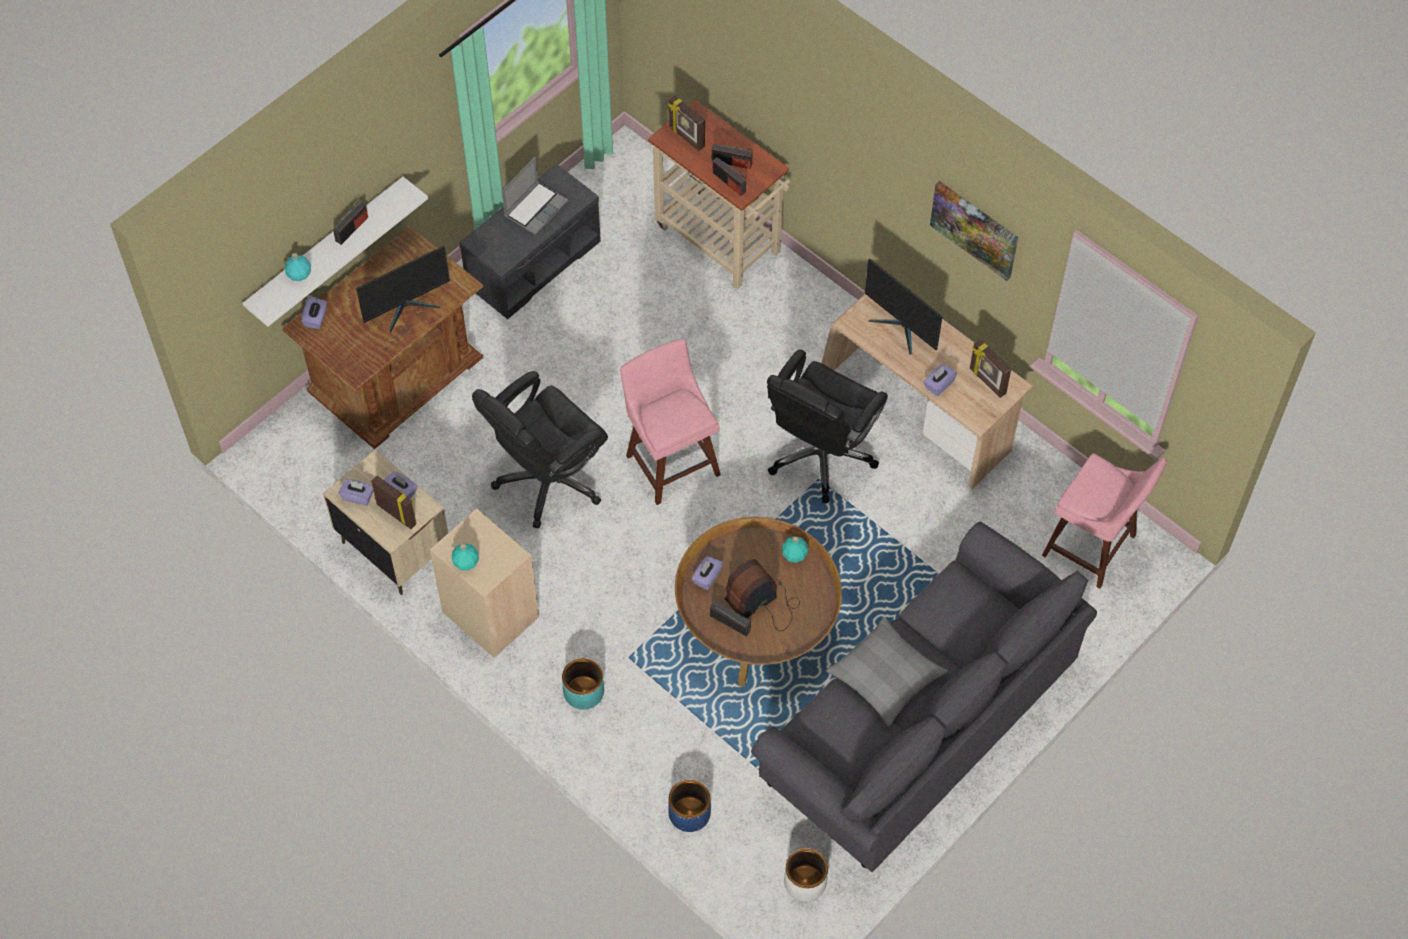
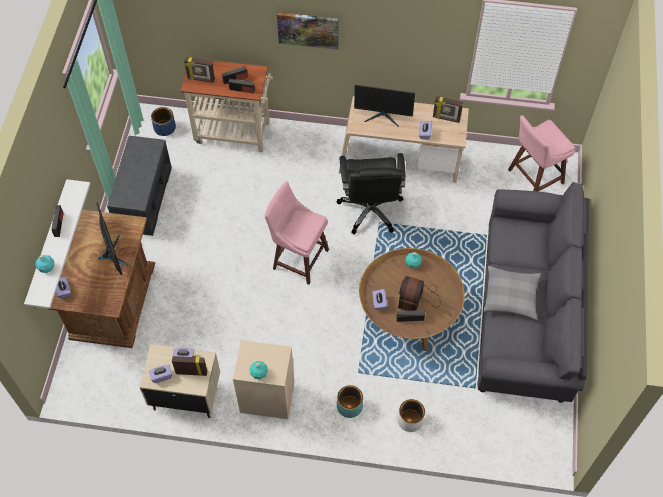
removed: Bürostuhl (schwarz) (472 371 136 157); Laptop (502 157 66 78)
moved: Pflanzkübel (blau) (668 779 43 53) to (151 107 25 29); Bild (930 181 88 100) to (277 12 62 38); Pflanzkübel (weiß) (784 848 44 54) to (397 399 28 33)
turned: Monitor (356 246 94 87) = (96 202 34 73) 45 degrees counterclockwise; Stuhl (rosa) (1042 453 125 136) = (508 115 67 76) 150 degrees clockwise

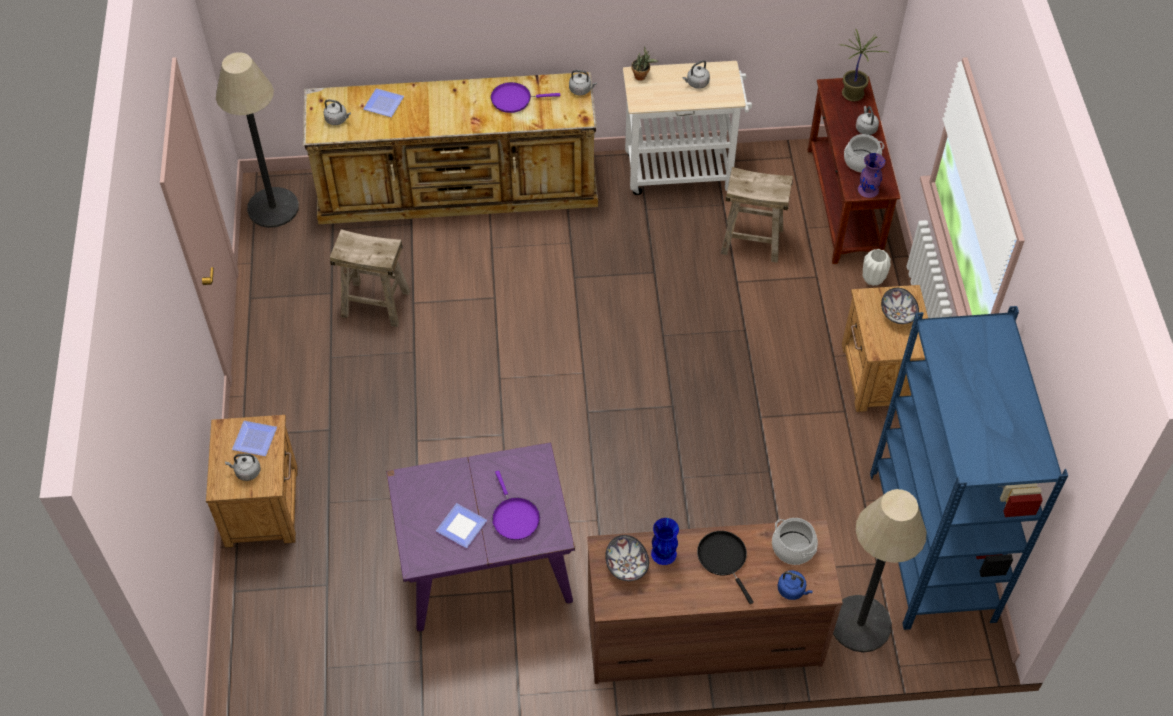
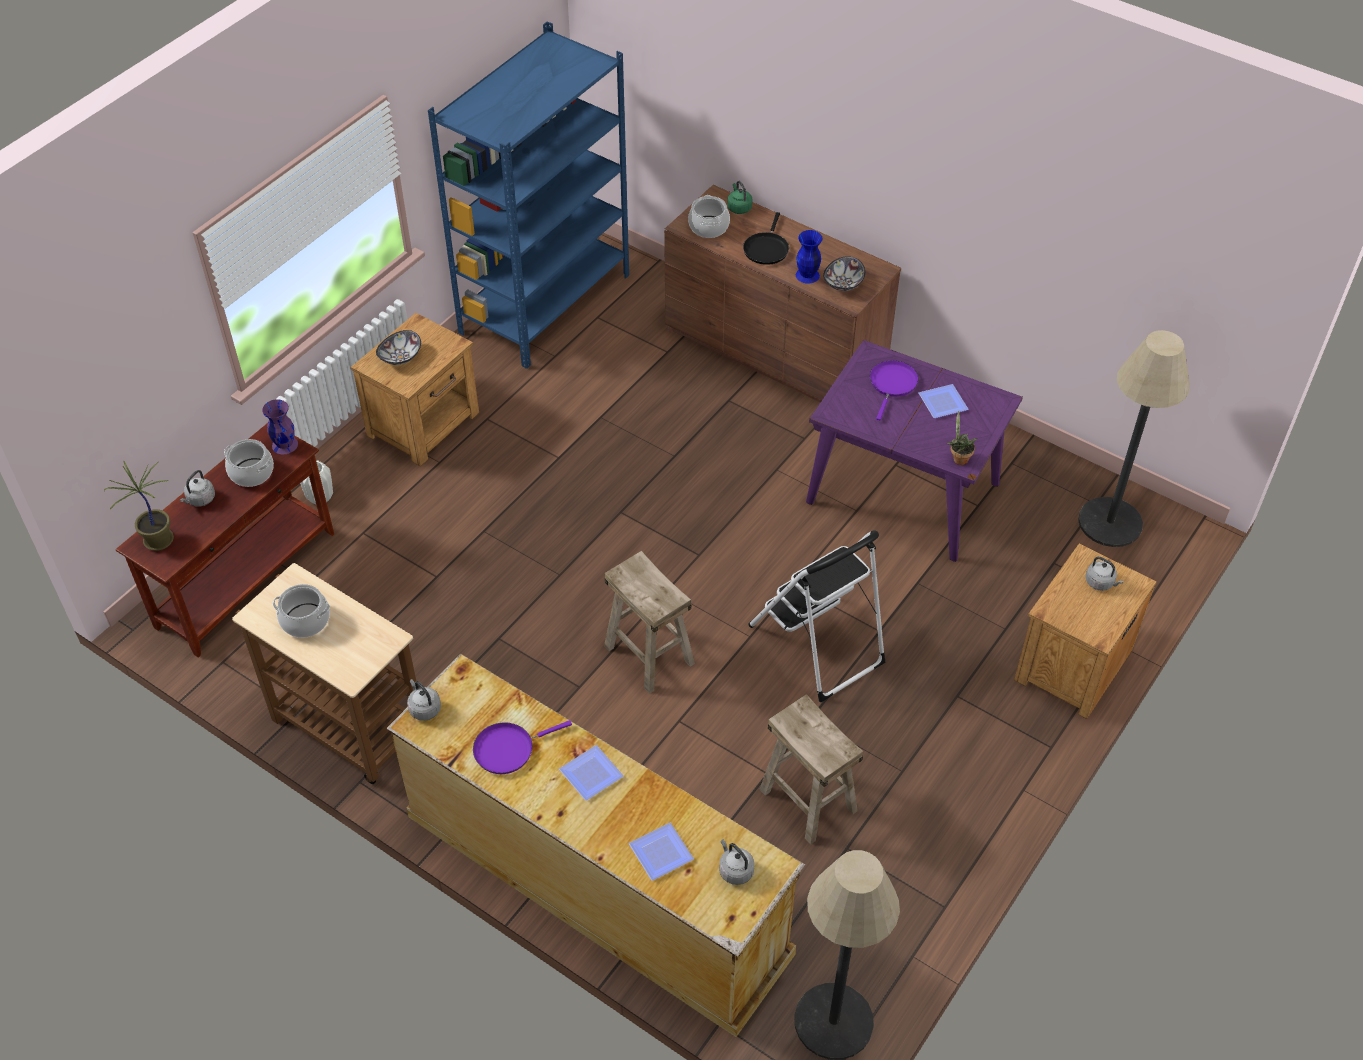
added: Trittleiter (748 530 137 172)
moved: Teller (232 421 45 35) to (559 745 64 56); Hocker (beige) (721 167 72 96) to (604 551 91 143); Topfpflanze (631 46 28 35) to (947 410 30 55); Stehlampe (833 489 94 163) to (1078 330 112 217)
replaced: Wasserkessel (grau) (683 60 27 29) to Kochtopf (273 584 57 54)
recoloured: Rollwagen (weiß) (623 61 129 134) to Rollwagen (braun) (232 563 184 221); Wasserkessel (blau) (778 571 35 29) to Wasserkessel (grün) (727 181 25 33)
turned: Pfanne (lila) (491 82 69 31) = (473 720 99 54) 120 degrees clockwise

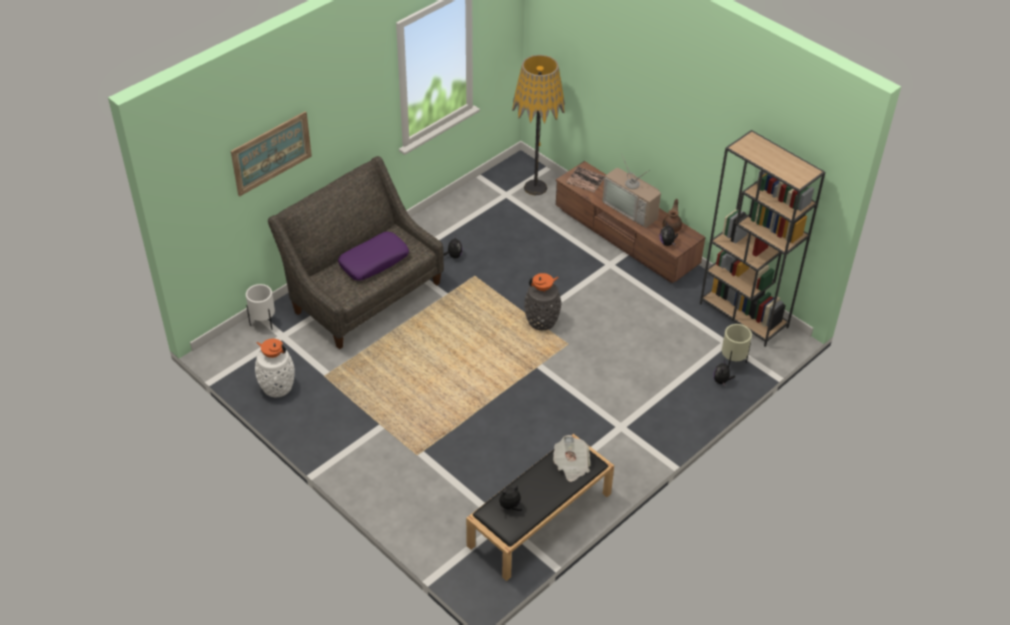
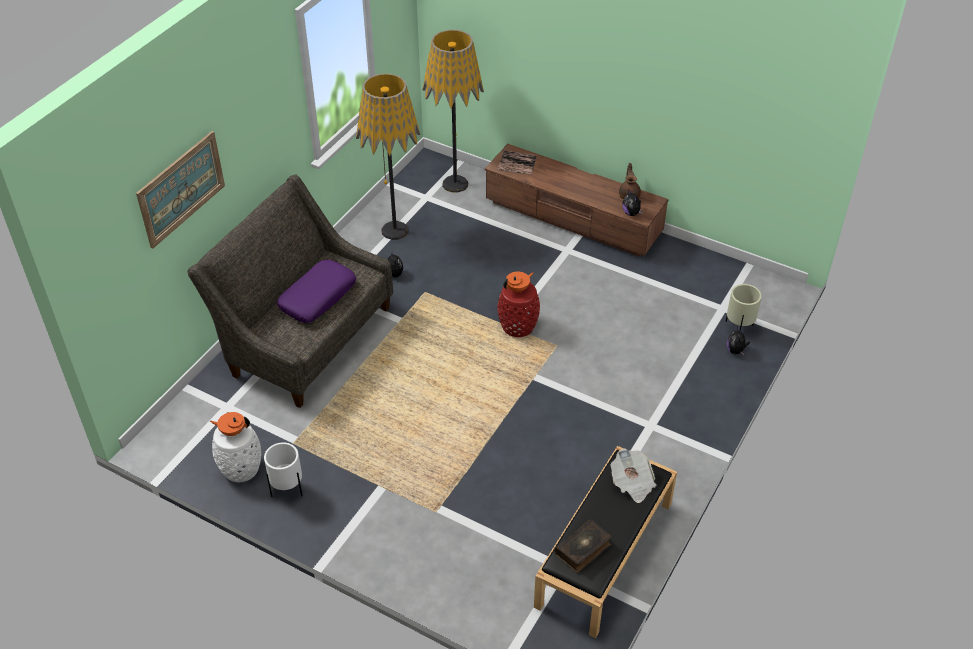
removed: Fernseher (602 153 59 75); Bücherregal (700 130 125 217)
added: Stehlampe (356 73 64 167)
moved: Pflanzkübel (weiß) (246 284 29 46) to (264 442 39 55)
replaced: Plüschtier (499 486 23 25) to Buch (554 520 58 53)
recoloured: Hocker (grau) (524 283 37 47) to Hocker (rot) (498 283 42 54)

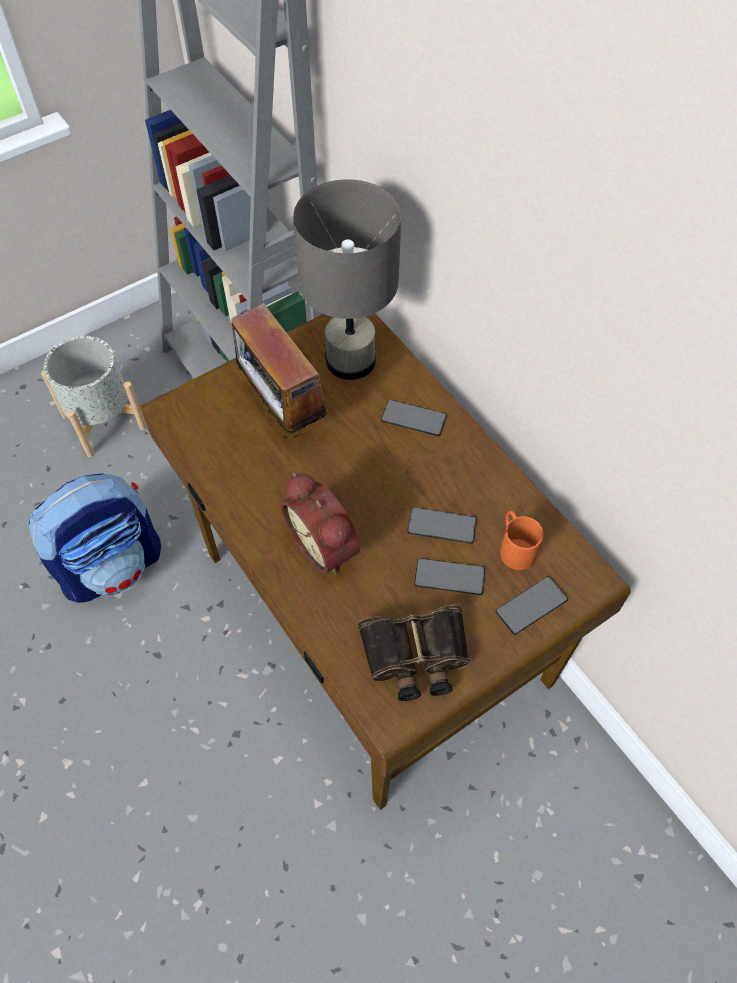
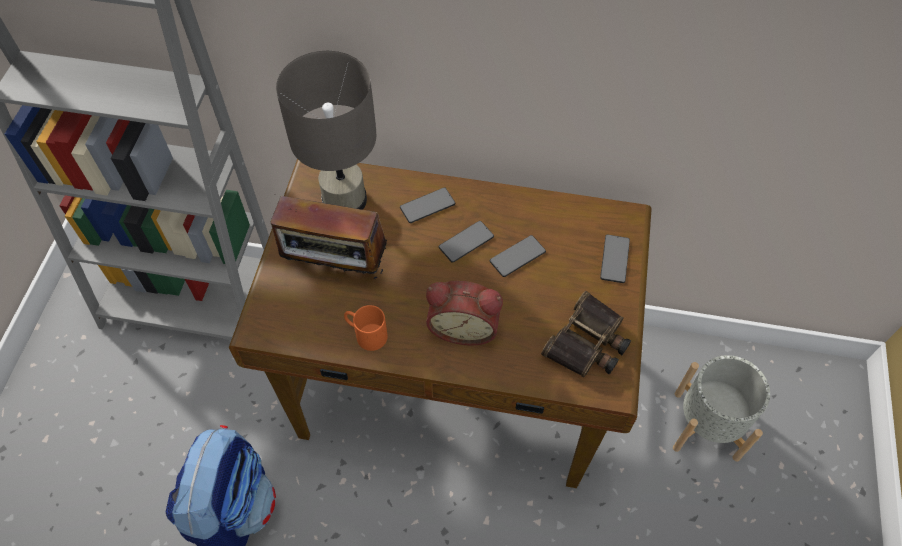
moved: Henkelbecher (orange) (500 510 44 60) to (344 305 44 46); Handy (414 558 71 37) to (439 221 55 42); Pflanzkübel (grau) (41 336 106 121) to (673 355 97 106)

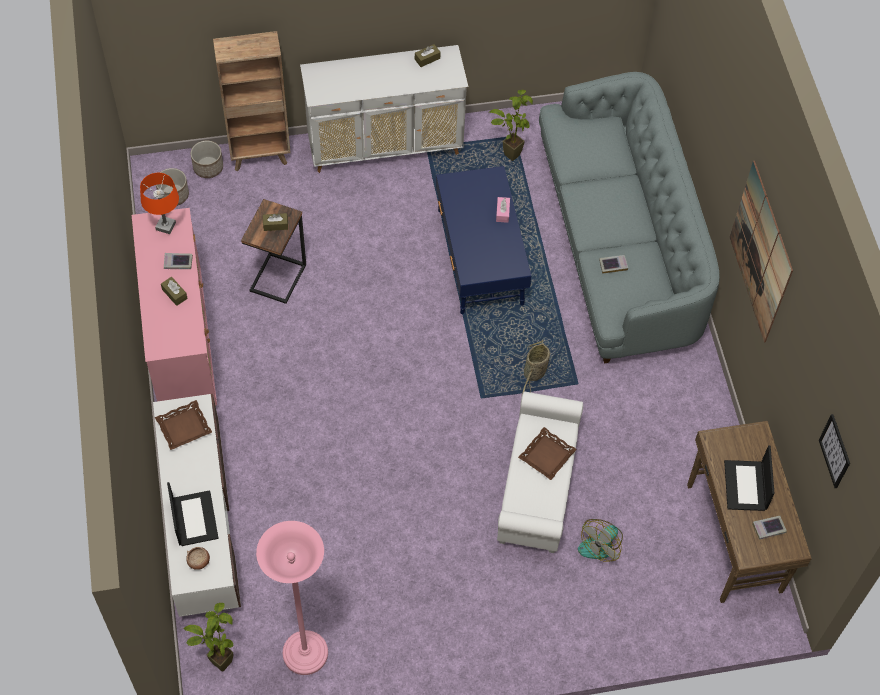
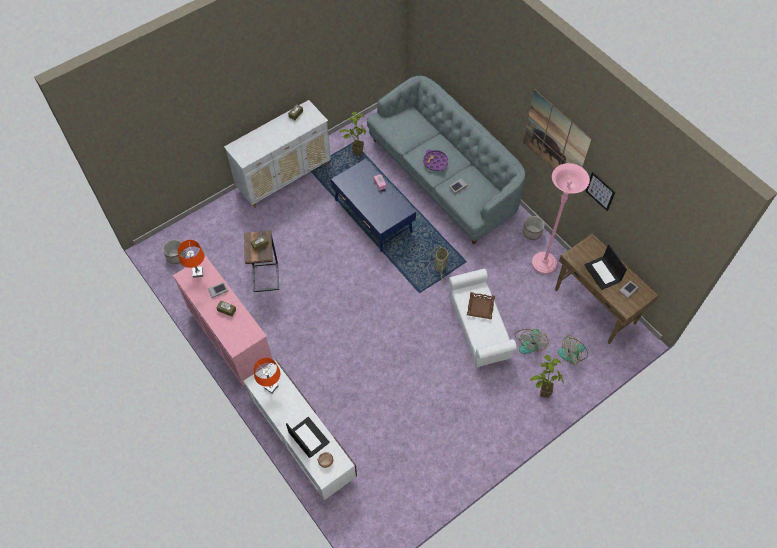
removed: Bücherregal (braun) (213 31 78 140)
added: Tablett (lila) (423 150 25 21); Ventilator (558 335 30 29)
moved: Pflanzkübel (191 141 32 37) to (523 216 21 24); Topfpflanze (183 603 51 69) to (530 355 34 43); Stehlampe (rosa) (256 521 72 154) to (532 163 58 111); Bild (819 414 31 74) to (586 172 29 39)
replaced: Tablett (braun) (155 400 57 50) to Tischlampe (orange) (254 358 26 36)

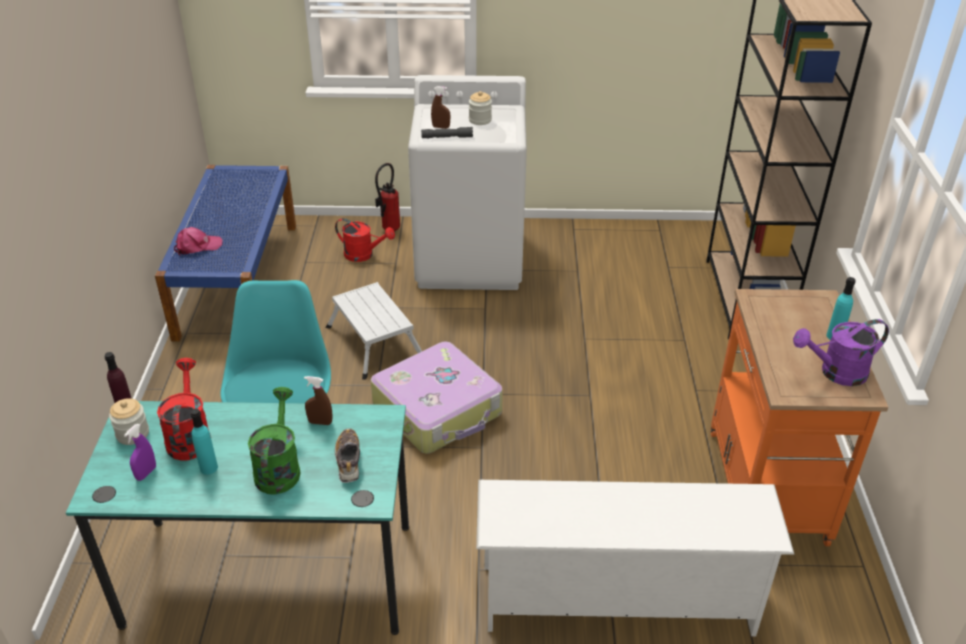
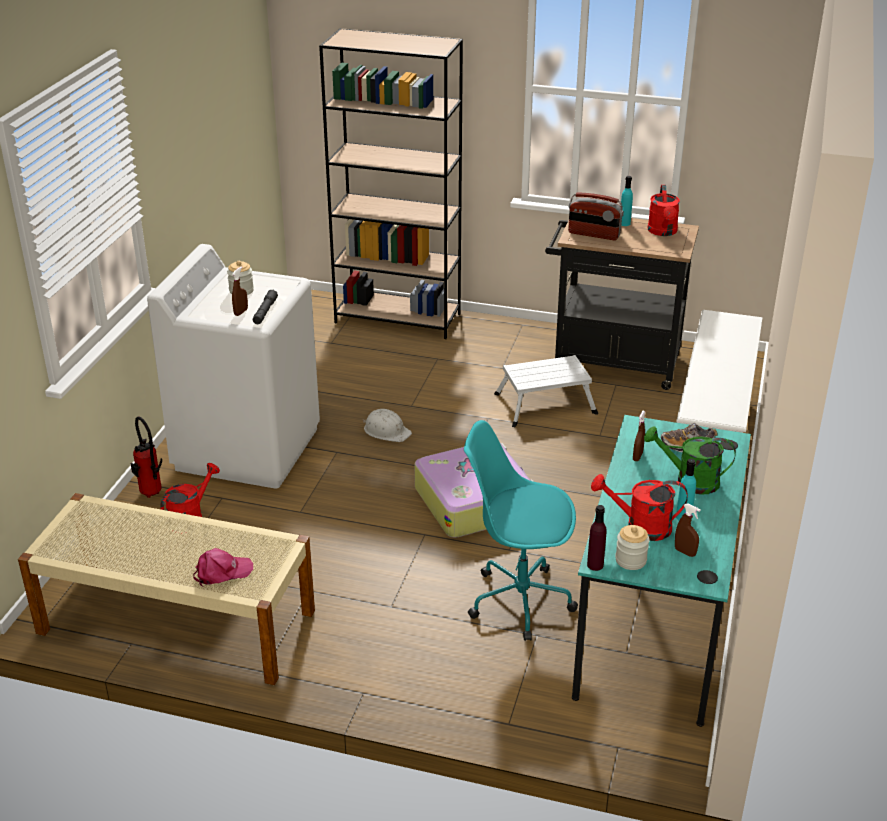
added: Schutzhelm (weiß) (363 409 49 33); Radio (568 192 56 48)
moved: Trittleiter (weiß) (325 282 97 98) to (494 355 104 72)
recoloured: Bank (blau) (155 165 141 177) to Bank (beige) (18 493 297 192); Rollwagen (orange) (711 289 177 257) to Rollwagen (schwarz) (545 218 154 172); Gießkanne (lila) (793 319 96 67) to Gießkanne (rot) (647 185 33 51); Sprühflasche (lila) (124 424 32 57) to Sprühflasche (braun) (675 504 26 53)
turned: Kappe (rosa) (174 227 48 29) = (194 548 59 38) 75 degrees clockwise

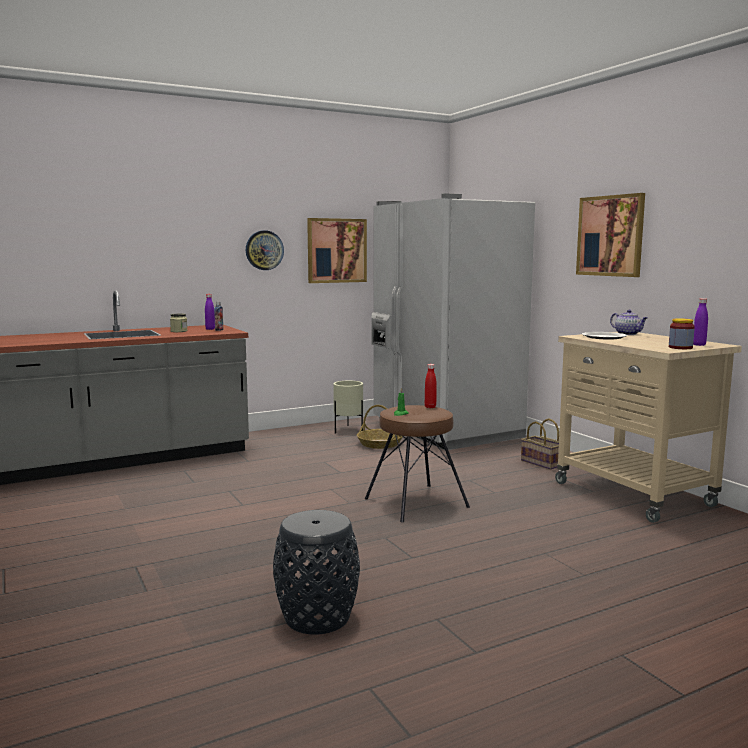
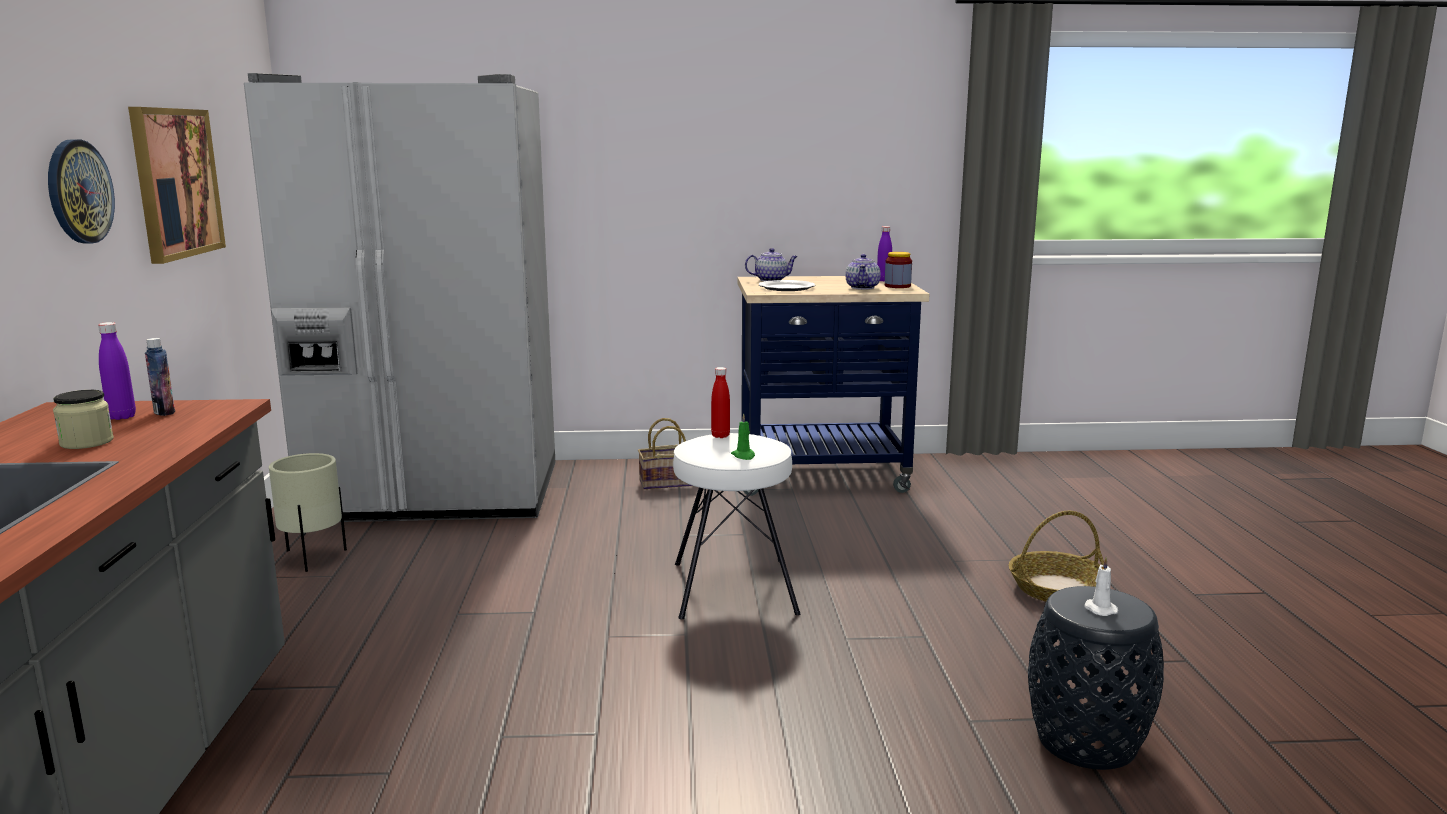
removed: Bild (576 193 69 84)
added: Teekanne (845 254 36 36); Kerze (weiß) (1084 557 34 59)
moved: Korb (357 405 45 44) to (1009 511 95 91)
recoloured: Hocker (braun) (365 405 105 118) to Hocker (weiß) (673 433 127 186); Rollwagen (beige) (555 332 187 191) to Rollwagen (blau) (737 276 192 220)

